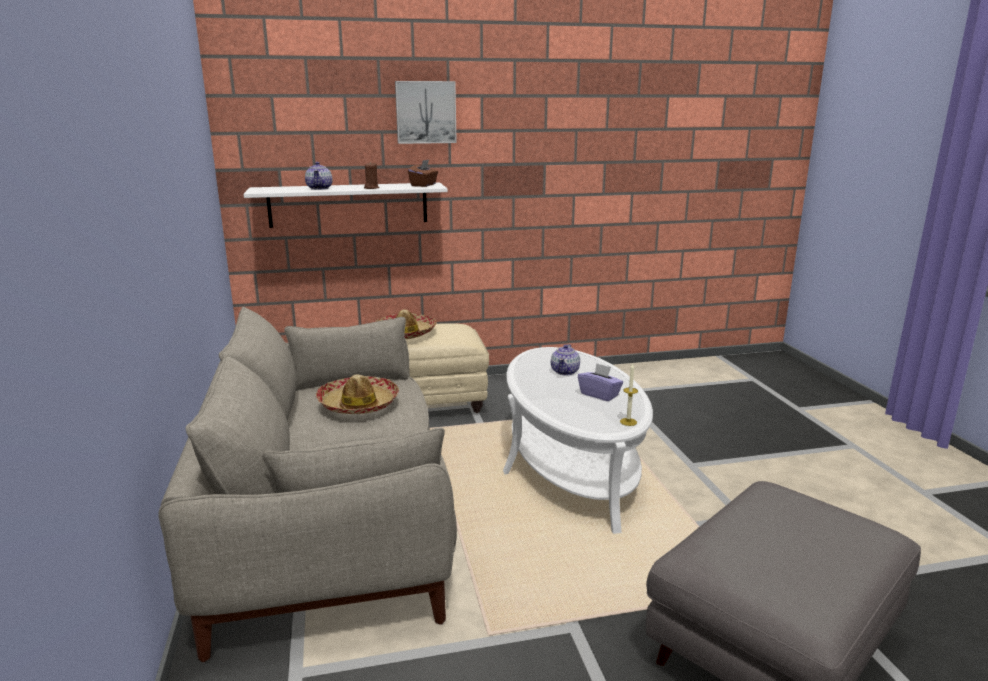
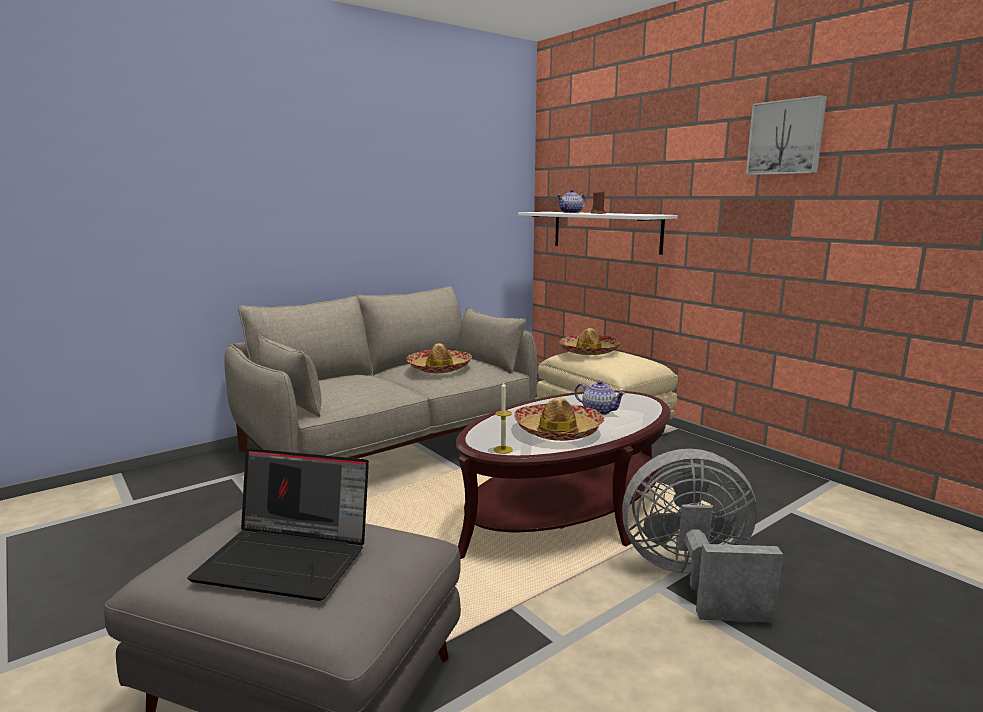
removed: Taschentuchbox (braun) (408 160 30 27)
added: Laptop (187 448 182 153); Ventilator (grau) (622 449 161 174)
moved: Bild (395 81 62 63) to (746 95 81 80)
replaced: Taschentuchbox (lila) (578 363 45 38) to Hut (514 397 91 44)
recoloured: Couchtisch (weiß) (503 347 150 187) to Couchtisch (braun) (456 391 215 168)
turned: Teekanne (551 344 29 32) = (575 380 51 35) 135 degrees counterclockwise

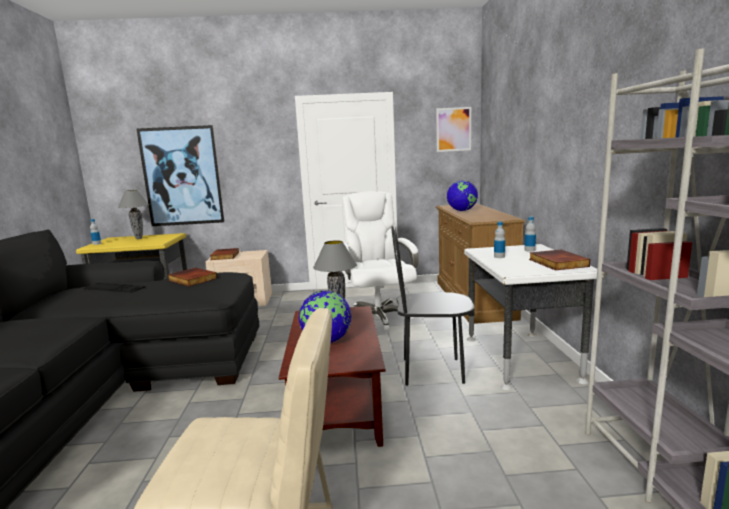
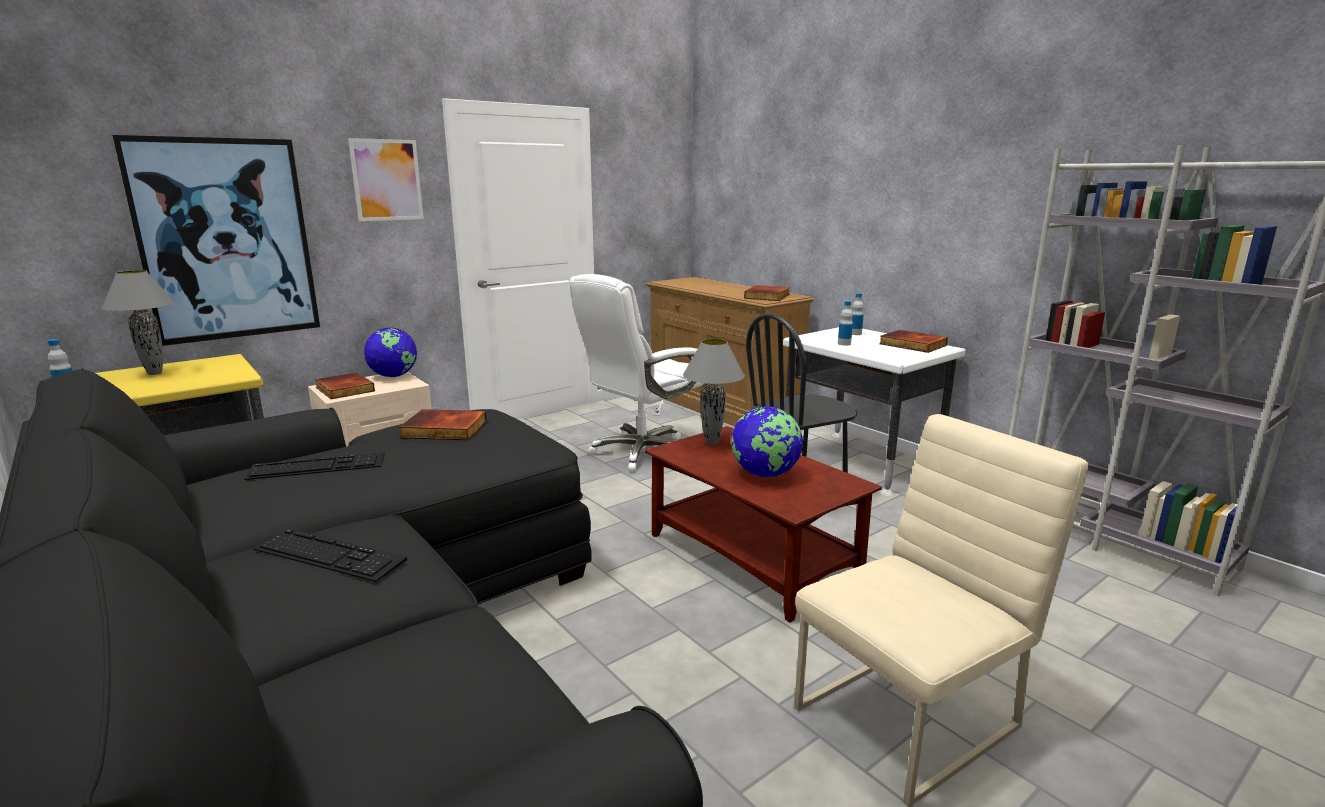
added: Tastatur (254 528 153 54); Buch (744 285 46 16)
moved: Bild (436 107 35 45) to (348 138 76 83); Globus (447 180 31 31) to (364 328 53 49)
turned: Bürostuhl (weiß) (342 191 77 140) = (570 274 135 197) 90 degrees counterclockwise

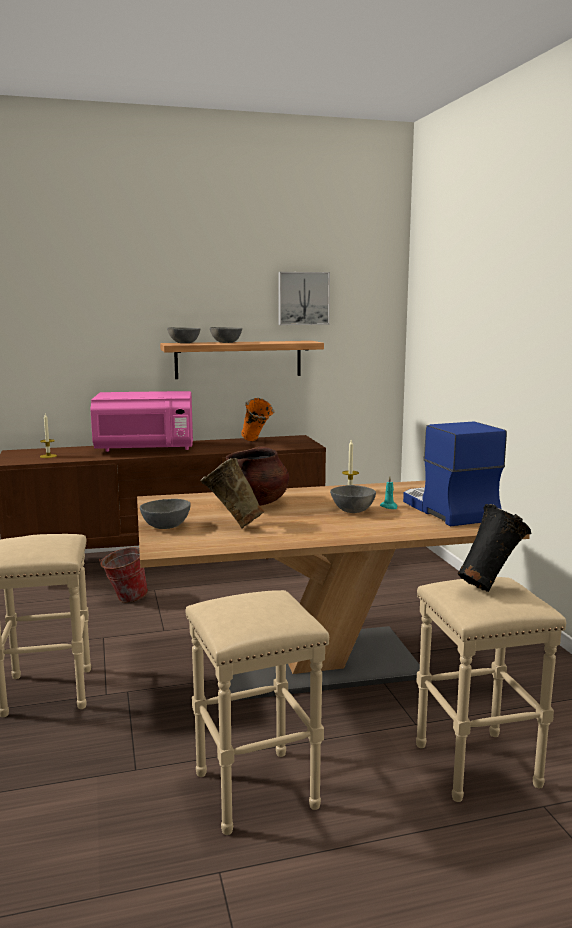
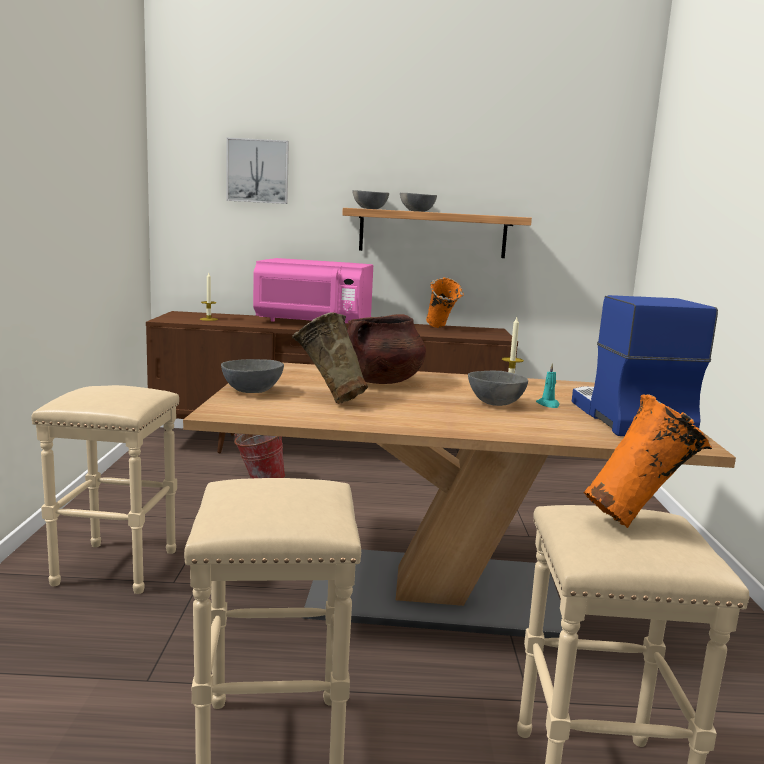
moved: Bild (278 272 52 53) to (227 138 62 66)
recoloured: Vase (schwarz) (458 504 74 88) to Vase (orange) (584 394 128 134)

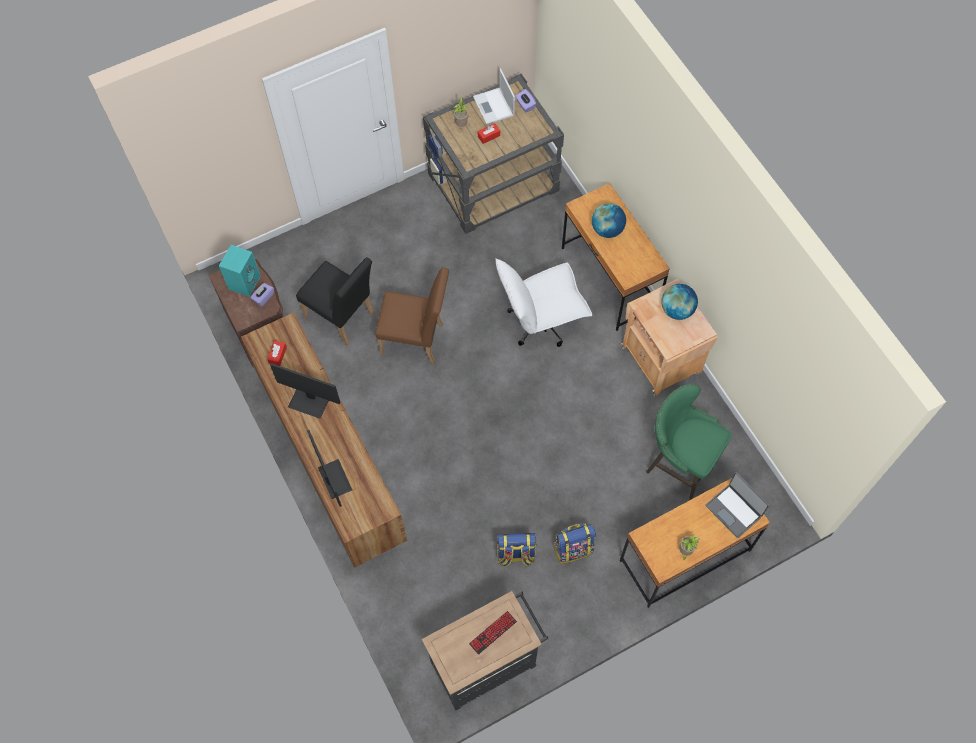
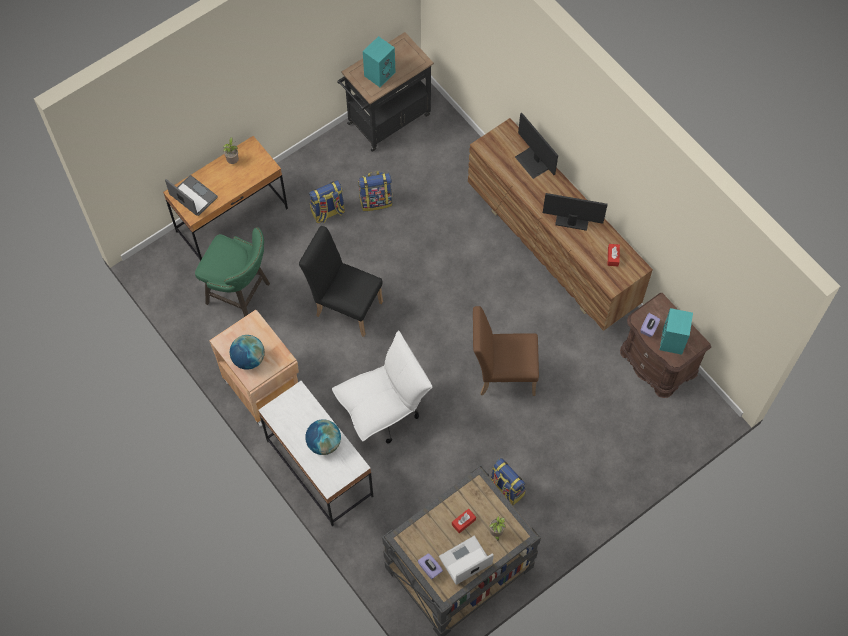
added: Rucksack (491 458 35 48)
moved: Stuhl (schwarz) (296 257 78 88) to (299 226 84 111)
replaced: Tastatur (469 611 48 44) to Lautsprecher (türkis) (363 36 32 51)
recoloured: Schreibtisch (braun) (562 183 108 148) to Schreibtisch (weiß) (258 381 115 145)
turned: Laptop (473 69 42 56) = (439 535 55 50) 90 degrees counterclockwise

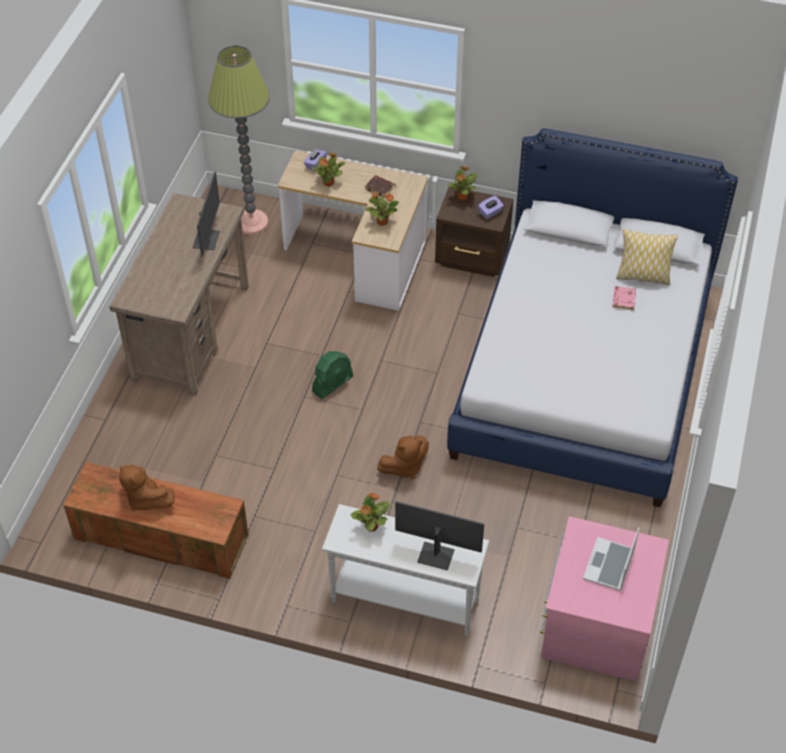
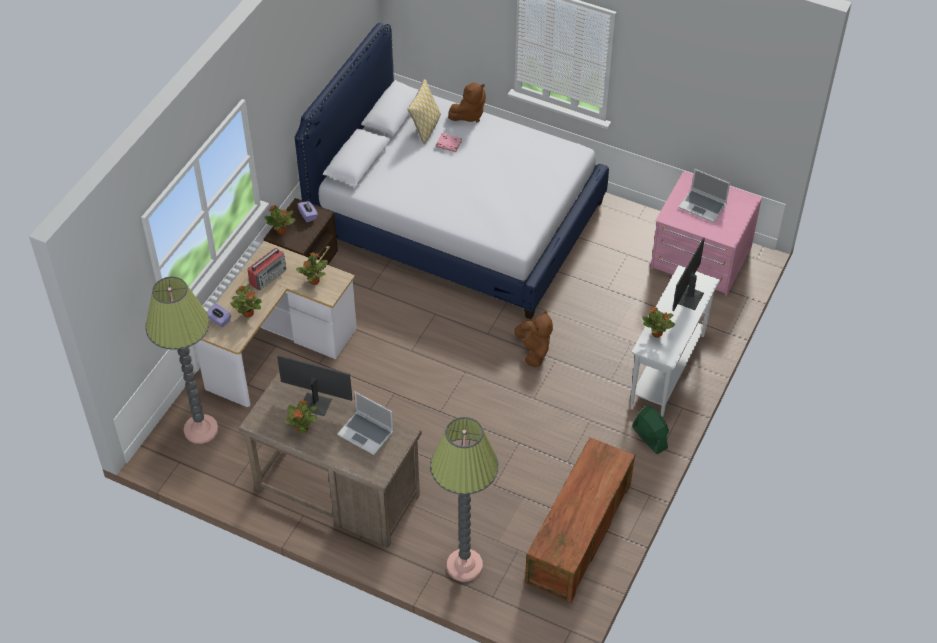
added: Topfpflanze (285 400 33 34); Laptop (337 392 57 63); Stehlampe (430 417 69 165)
moved: Plüschtier (braun) (119 464 55 47) to (448 82 38 40); Ventilator (grün) (312 351 41 48) to (632 406 37 48)
replaced: Buch (braun) (365 175 31 23) to Radio (247 248 39 42)

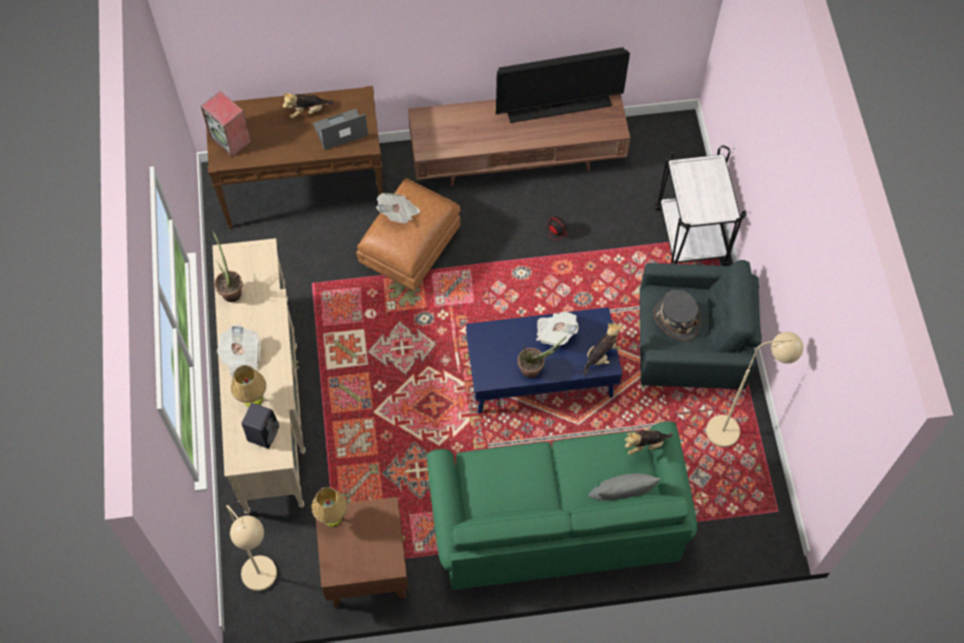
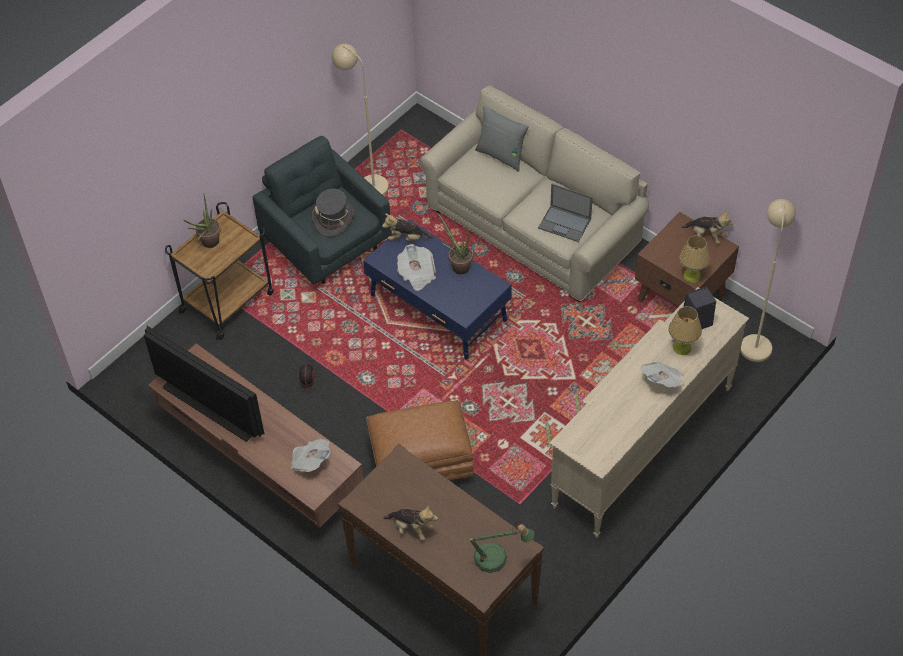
moved: Topfpflanze (213 231 30 71) to (183 193 38 55); Zeitung (376 193 44 31) to (290 438 40 34); Laptop (313 109 55 41) to (538 184 55 58); Plüschtier (625 427 48 28) to (682 211 51 33)
replaced: Lautsprecher (201 91 50 66) to Tischlampe (467 524 68 49)
recoloured: Rollwagen (weiß) (655 145 91 121) to Rollwagen (braun) (165 202 109 138); Sofa (grün) (426 421 271 169) to Sofa (beige) (419 85 230 217)

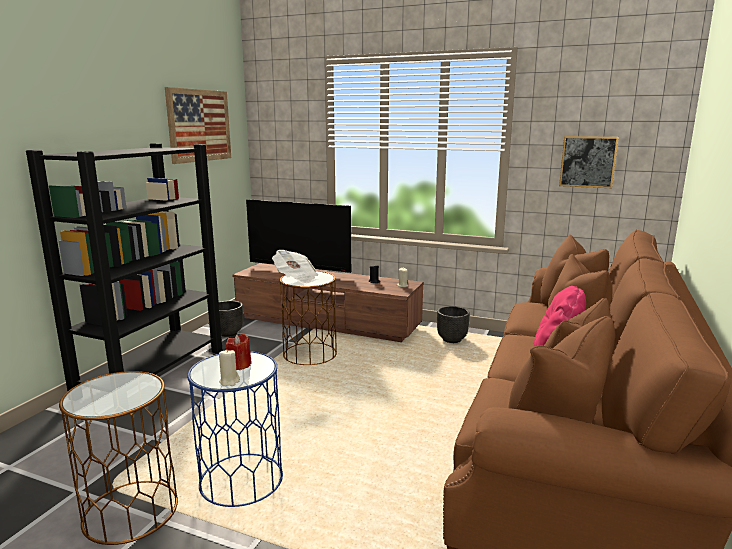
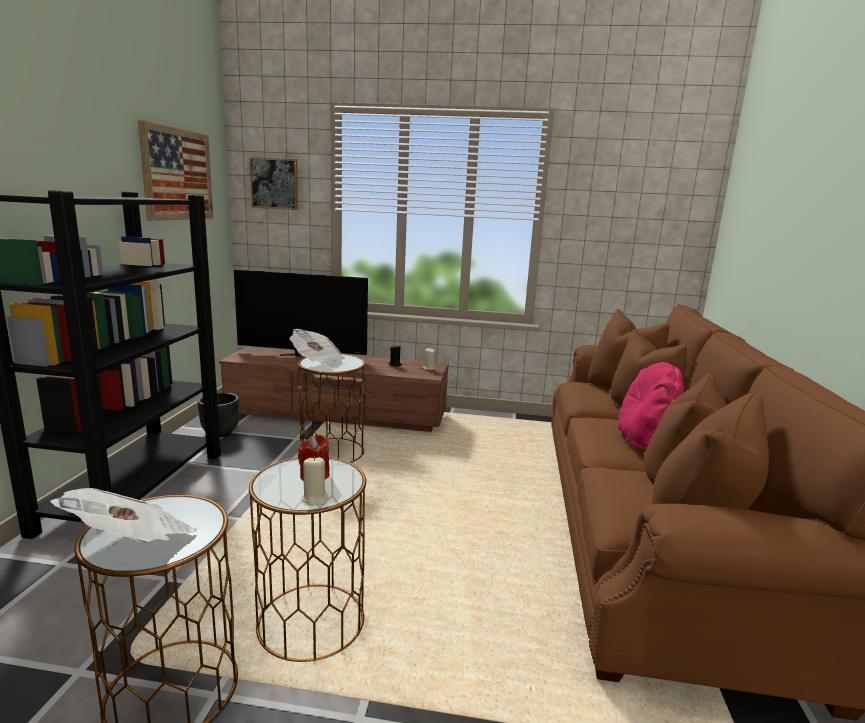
removed: Pflanzkübel (schwarz) (437 306 33 37)
added: Zeitung (50 488 147 55)
moved: Bild (559 136 60 52) to (249 157 49 53)
recoloured: Beistelltisch (blau) (187 351 96 156) to Beistelltisch (braun) (249 457 117 205)

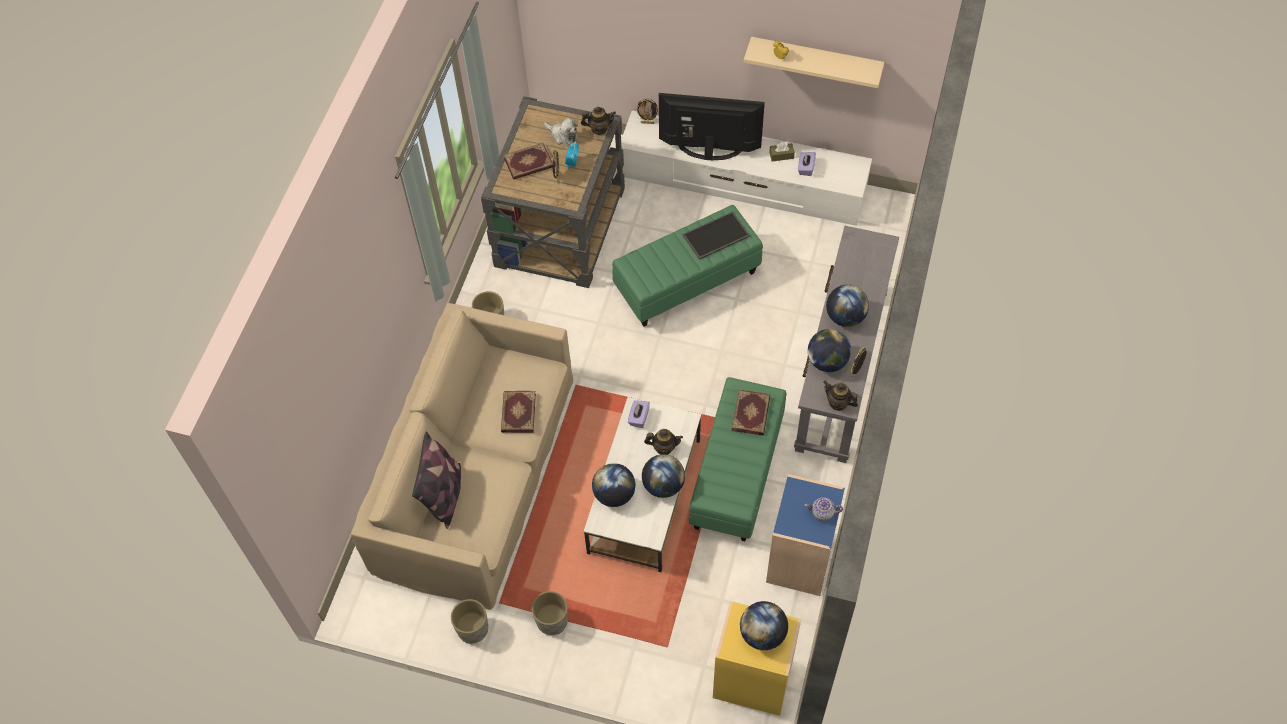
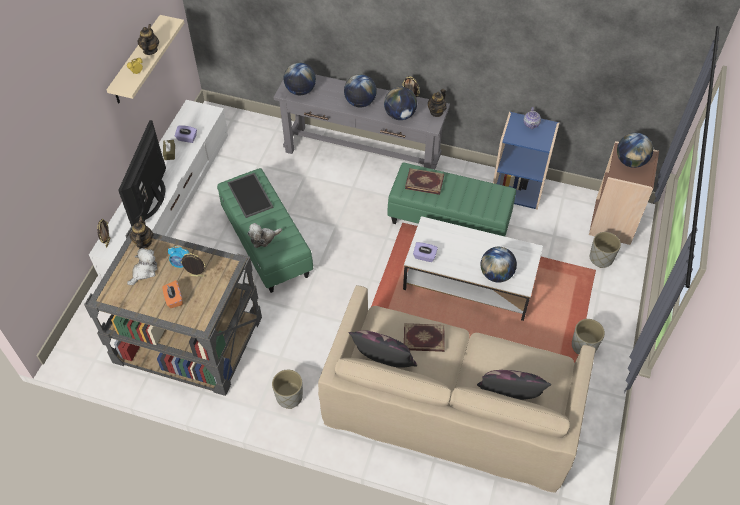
added: Plüschtier (248 223 34 25); Kissen (348 330 69 38)
moved: Teekanne (644 429 39 26) to (137 24 22 31); Globus (642 454 43 44) to (284 63 32 32); Pflanzkübel (grau) (451 599 37 45) to (590 232 31 36)
replaced: Buch (504 143 49 37) to Taschentuchbox (orange) (163 280 20 28)
recoloured: Bücherregal (gelb) (713 601 88 115) to Bücherregal (braun) (589 141 70 104)

